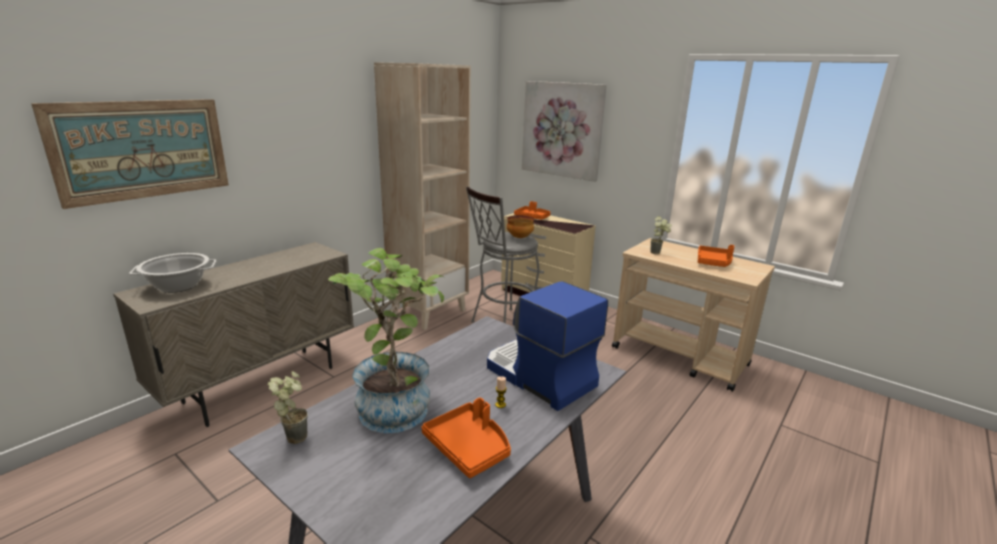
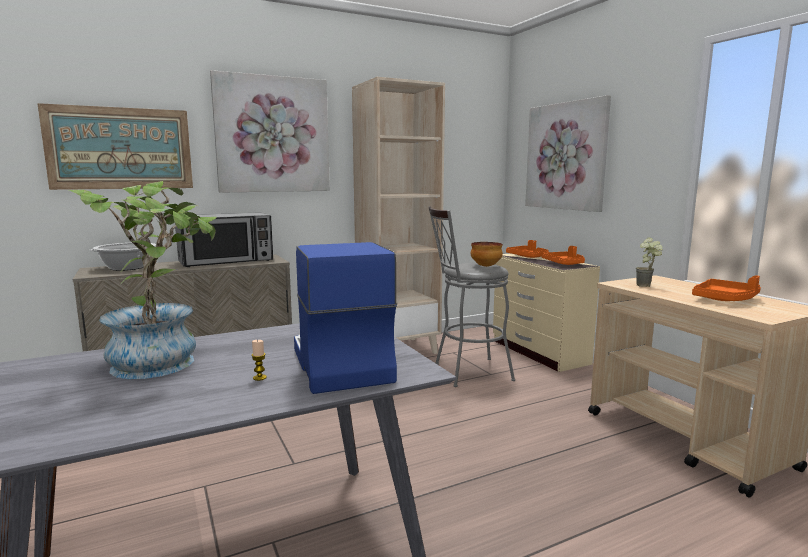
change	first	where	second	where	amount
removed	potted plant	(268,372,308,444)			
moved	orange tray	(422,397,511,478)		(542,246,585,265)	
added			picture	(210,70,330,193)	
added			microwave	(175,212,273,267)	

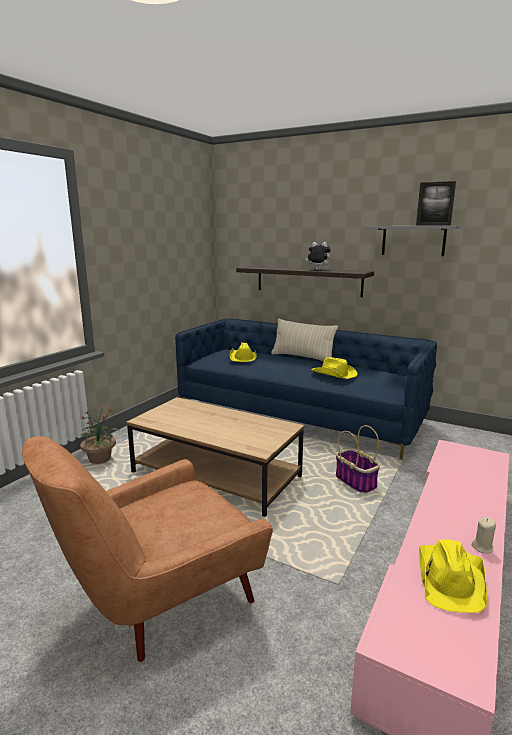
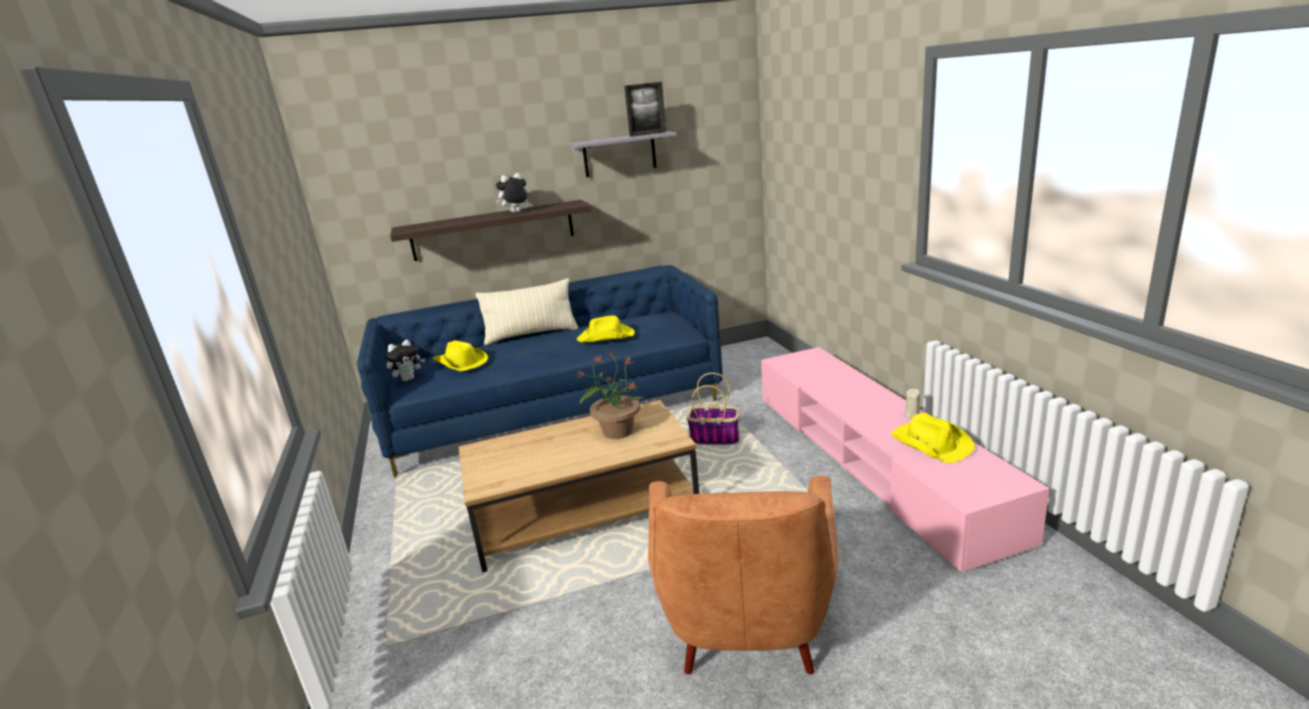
change	first	where	second	where	amount
moved	potted plant	(80,406,119,464)		(577,353,644,439)	
added			plush toy	(385,340,425,381)	

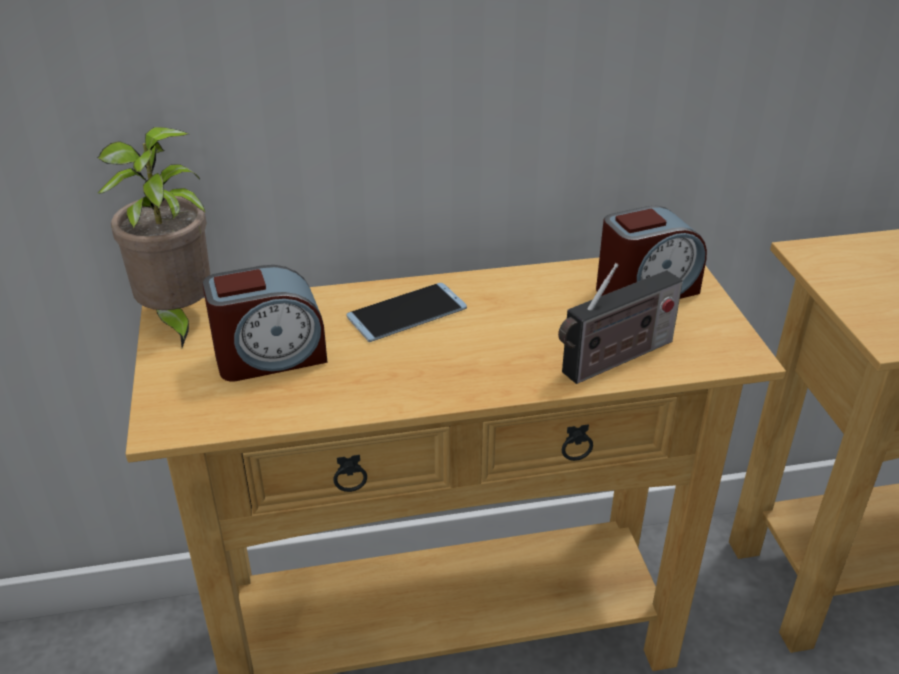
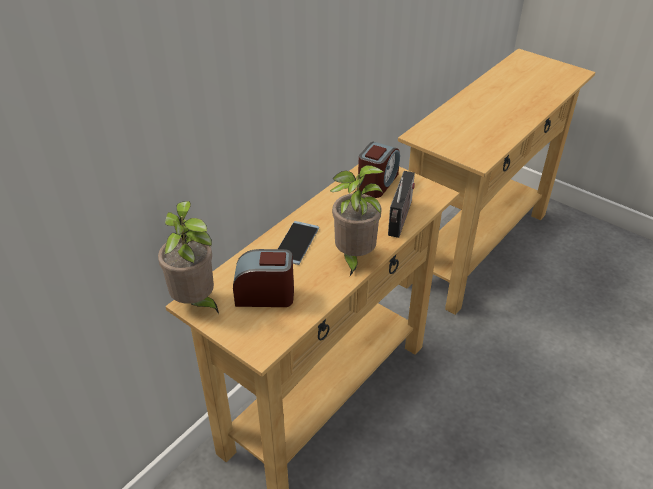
change	first	where	second	where	amount
turned	alarm clock	(202,265,327,382)		(233,249,294,307)	120 degrees counterclockwise
added			potted plant	(330,165,383,276)	

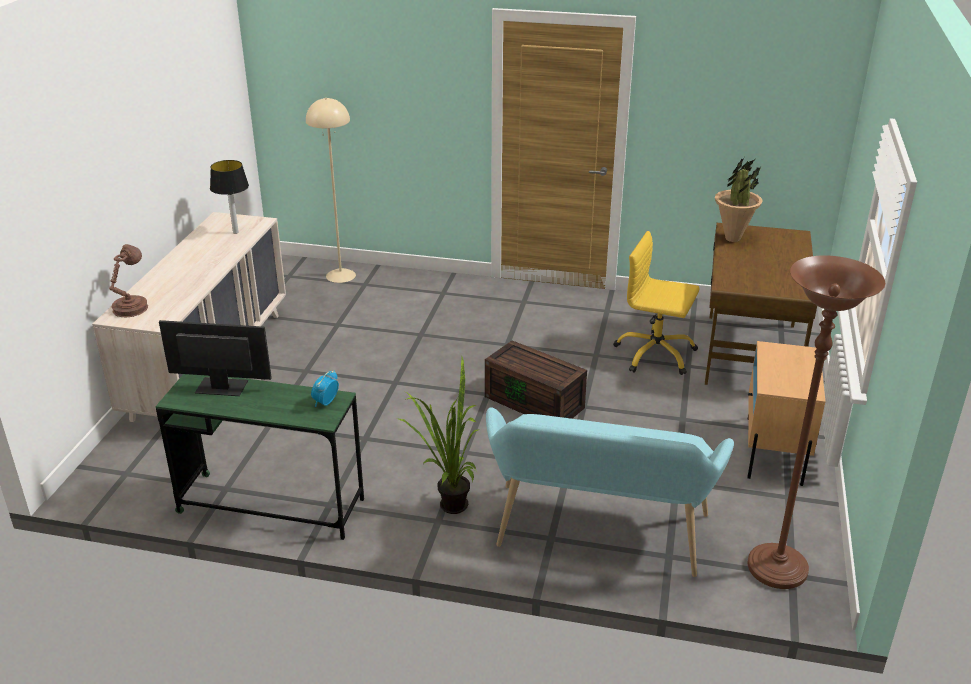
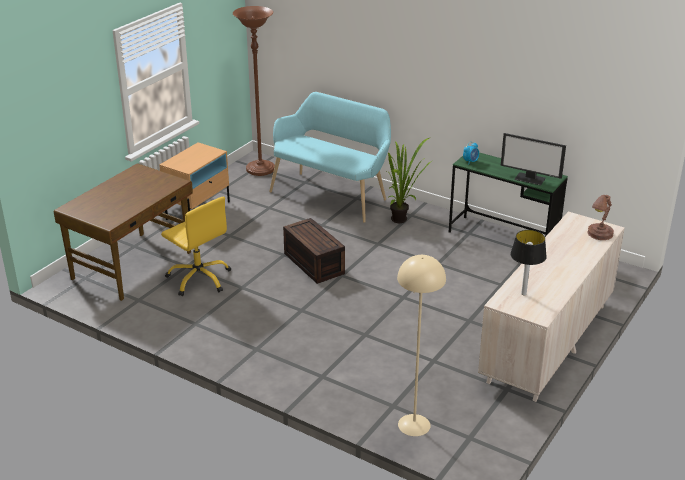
change	first	where	second	where	amount
removed	potted plant	(715,158,763,242)			

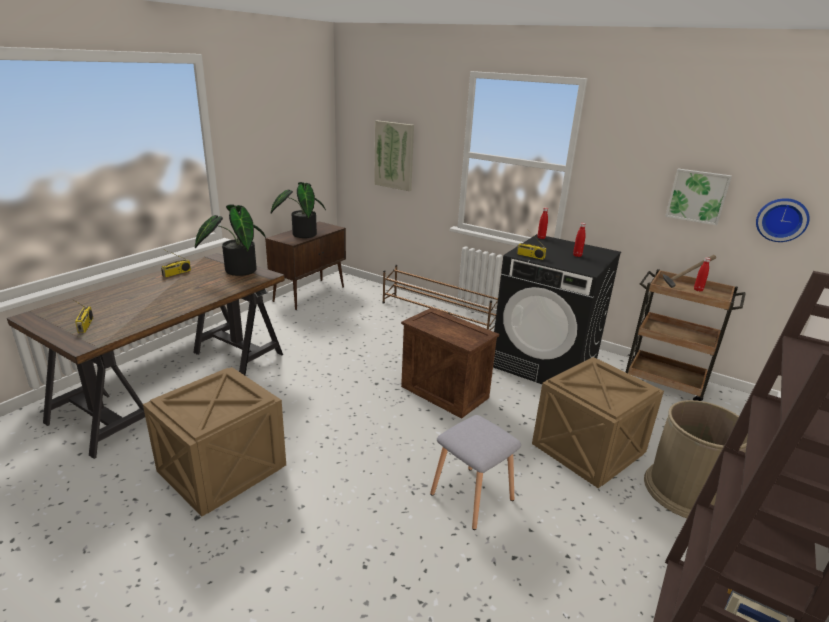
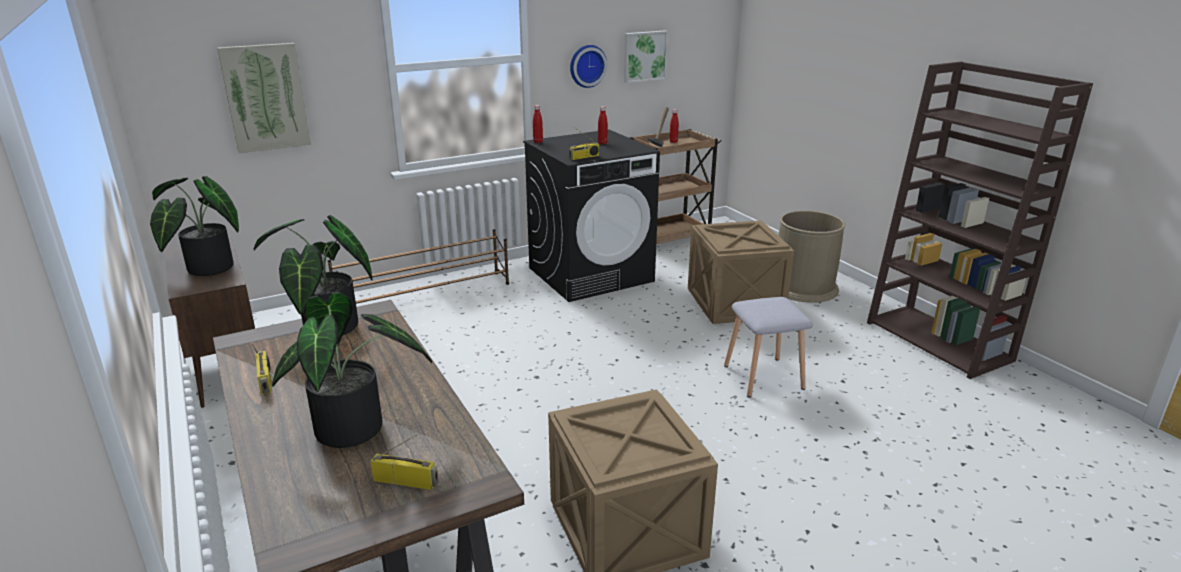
change	first	where	second	where	amount
moved	wall clock	(756,198,810,242)		(570,45,607,88)	
removed	crate	(401,308,499,419)			
added			potted plant	(272,292,432,448)	

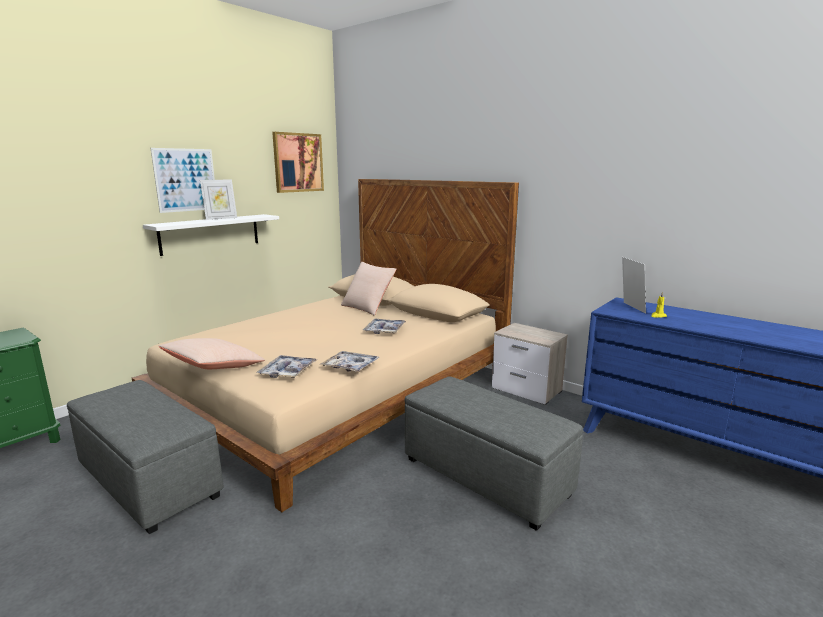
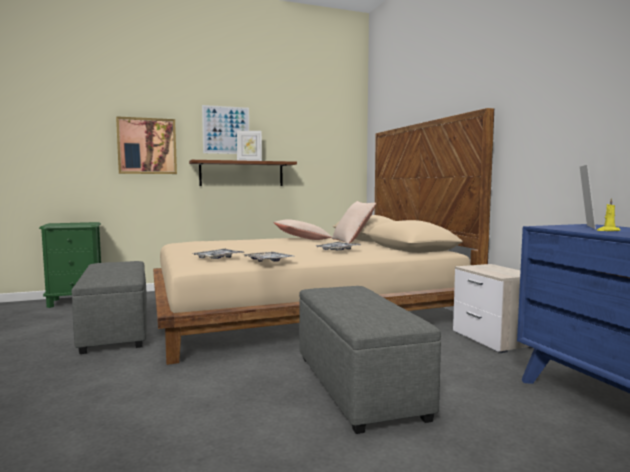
change	first	where	second	where	amount
moved	picture	(272,132,324,193)		(116,116,177,174)	
recoloured	white shelf	(143,214,279,256)	brown shelf	(189,160,297,186)	
moved	beige pillow	(158,338,265,369)		(273,219,332,240)	

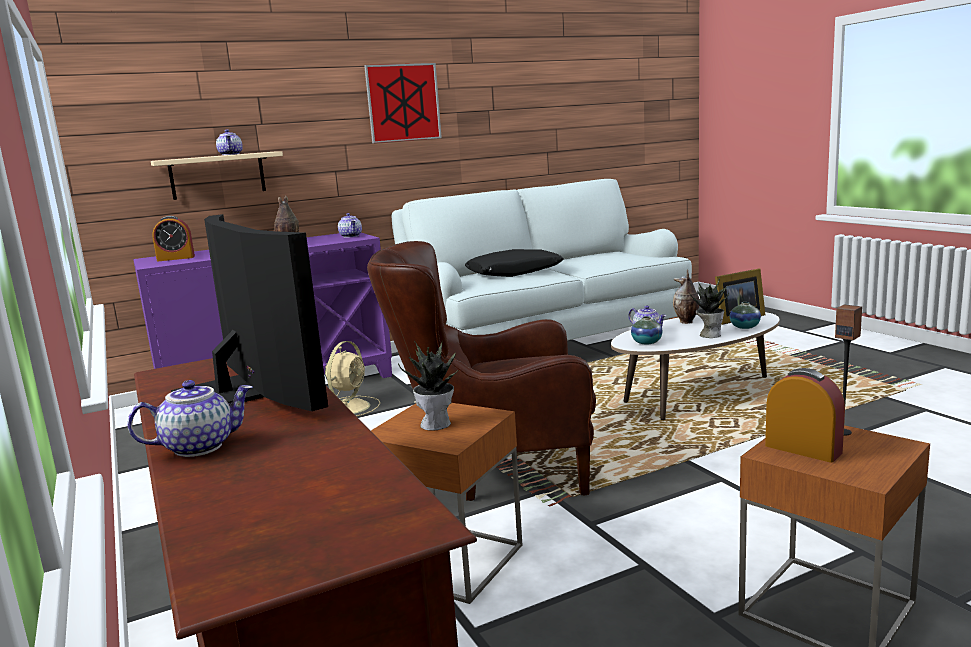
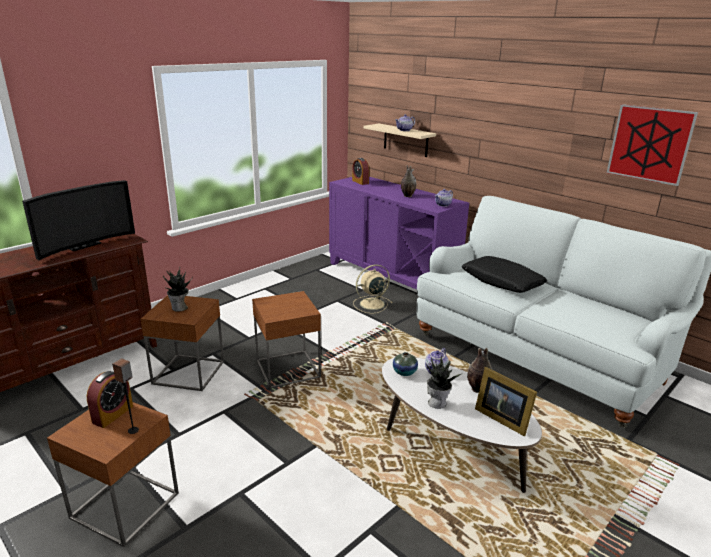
change	first	where	second	where	amount
moved	picture	(364,63,442,143)		(607,104,698,186)	
replaced	brown armchair	(367,241,596,501)	brown side table	(252,291,321,389)	
removed	vase	(730,302,761,329)			
turned	beige fan	(325,341,380,416)		(353,265,393,314)	150 degrees clockwise
removed	teapot	(127,380,253,457)			

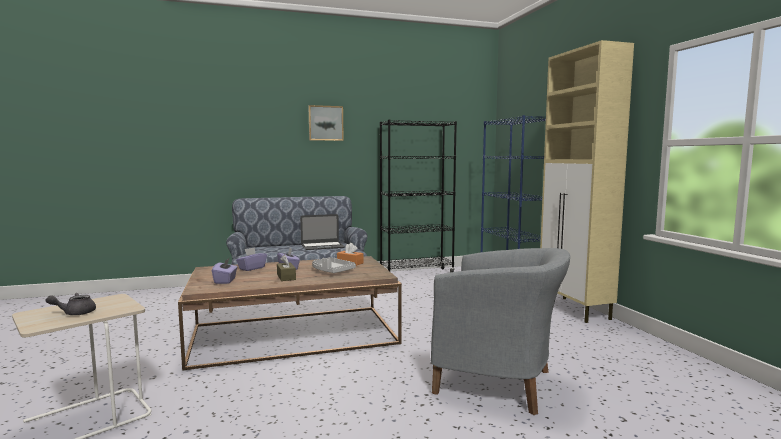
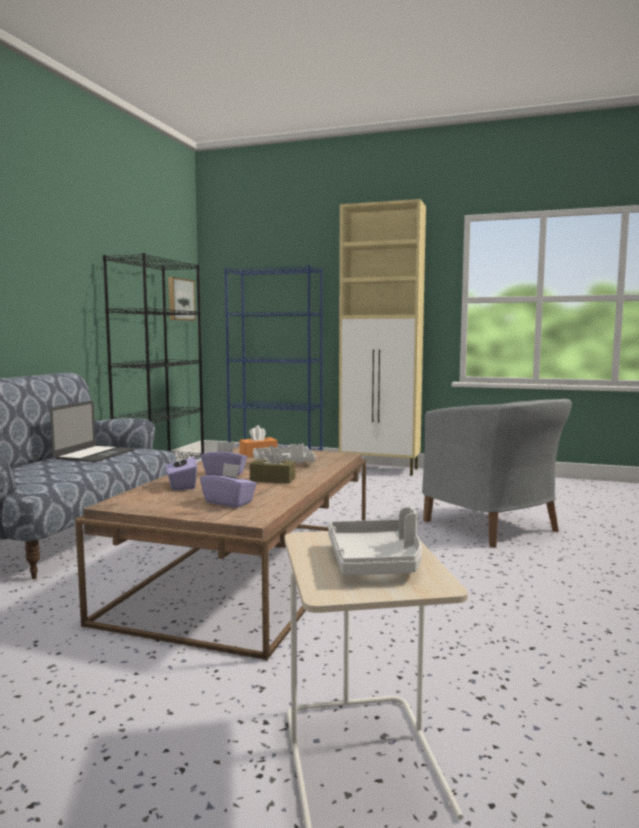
change	first	where	second	where	amount
moved	picture	(308,105,344,141)		(168,277,196,321)	
turned	grey armchair	(431,248,570,415)		(422,399,572,548)	90 degrees clockwise
replaced	grey teapot	(46,293,96,315)	grey tray	(328,507,422,575)	

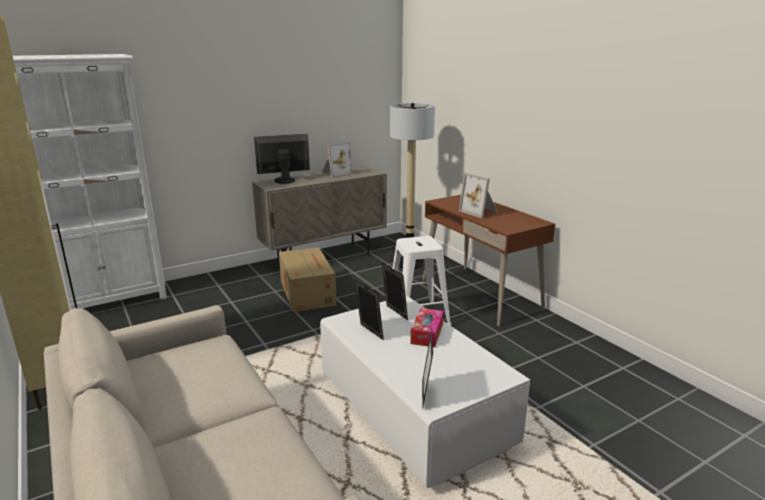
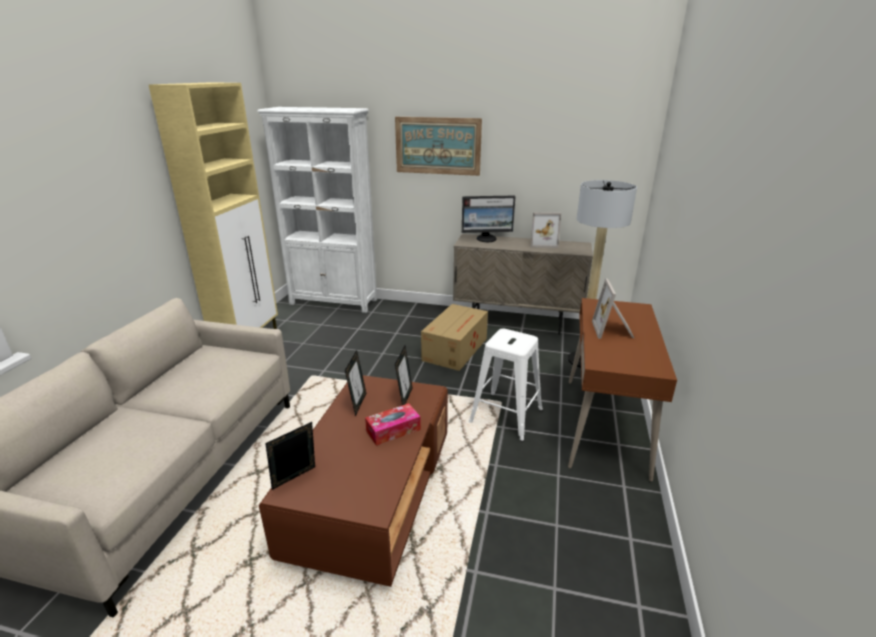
change	first	where	second	where	amount
turned	monitor	(254,134,310,184)		(462,195,516,242)	150 degrees clockwise
recoloured	white coffee table	(320,296,530,488)	brown coffee table	(259,375,448,587)	
added			picture	(395,117,482,176)	

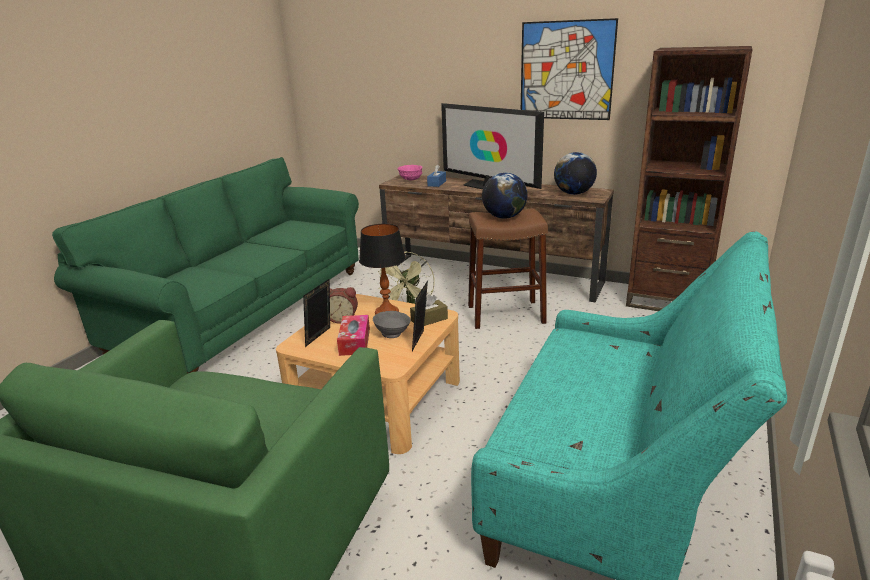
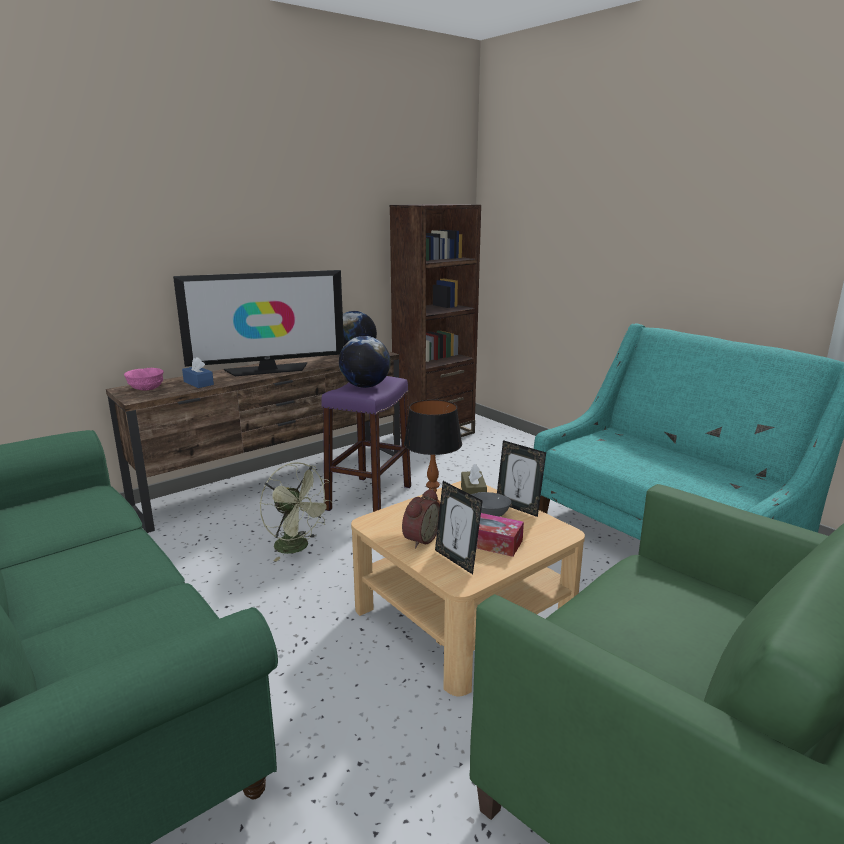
change	first	where	second	where	amount
removed	picture	(521,18,618,120)			
recoloured	brown stool	(468,208,548,329)	purple stool	(321,376,411,512)	

